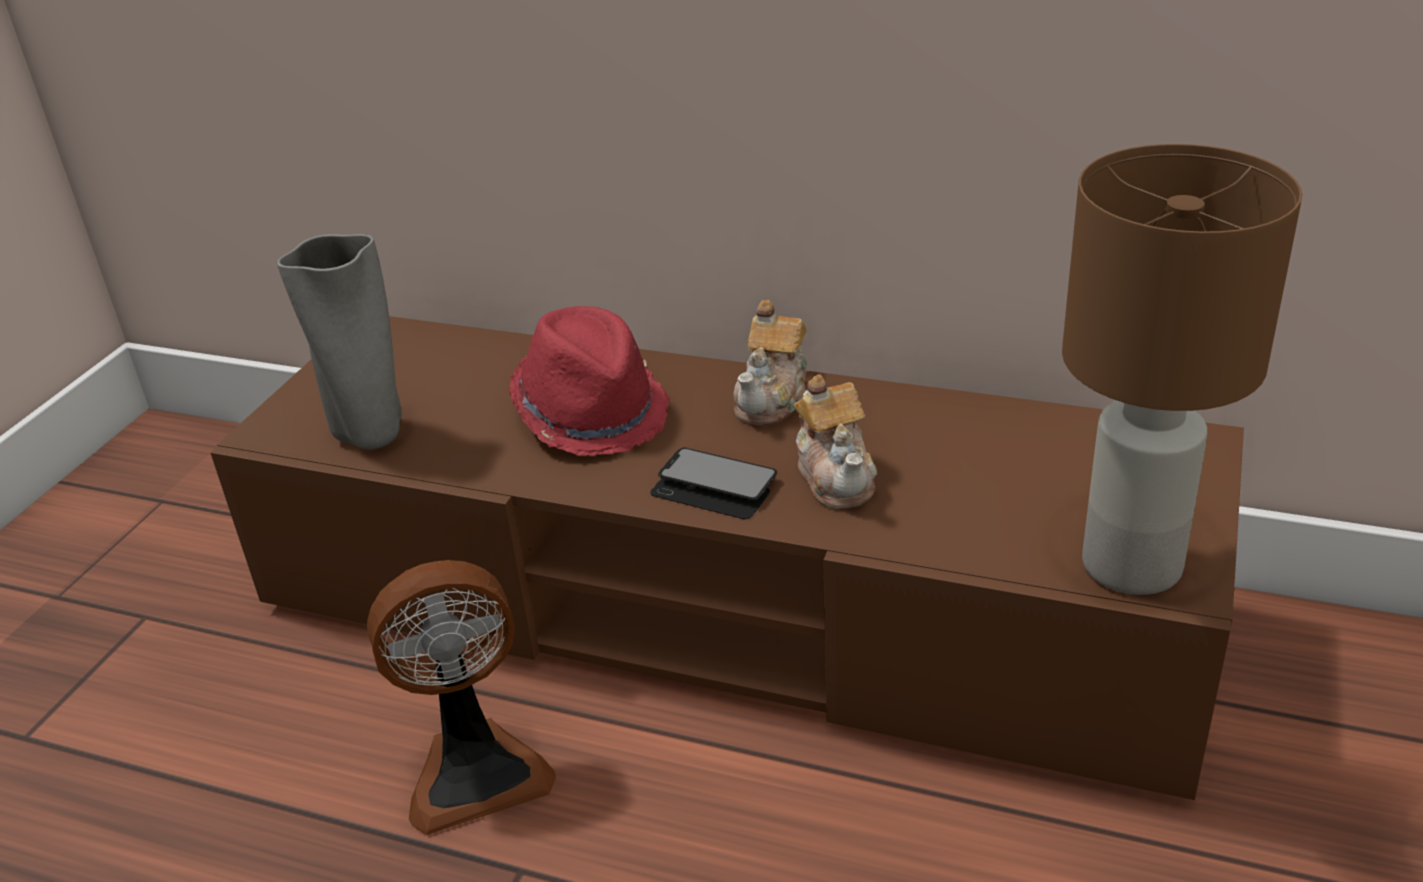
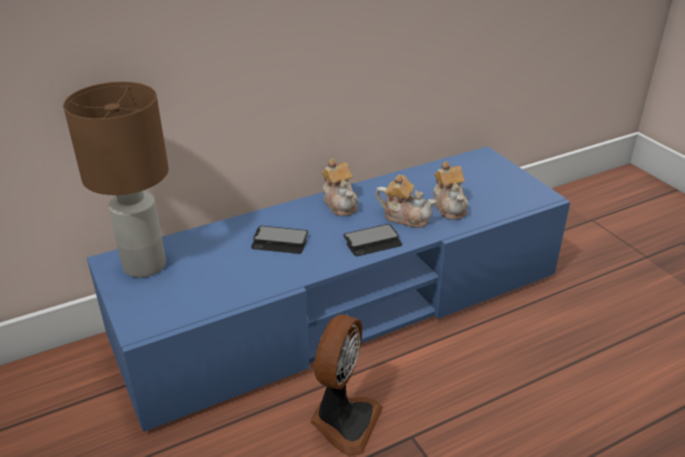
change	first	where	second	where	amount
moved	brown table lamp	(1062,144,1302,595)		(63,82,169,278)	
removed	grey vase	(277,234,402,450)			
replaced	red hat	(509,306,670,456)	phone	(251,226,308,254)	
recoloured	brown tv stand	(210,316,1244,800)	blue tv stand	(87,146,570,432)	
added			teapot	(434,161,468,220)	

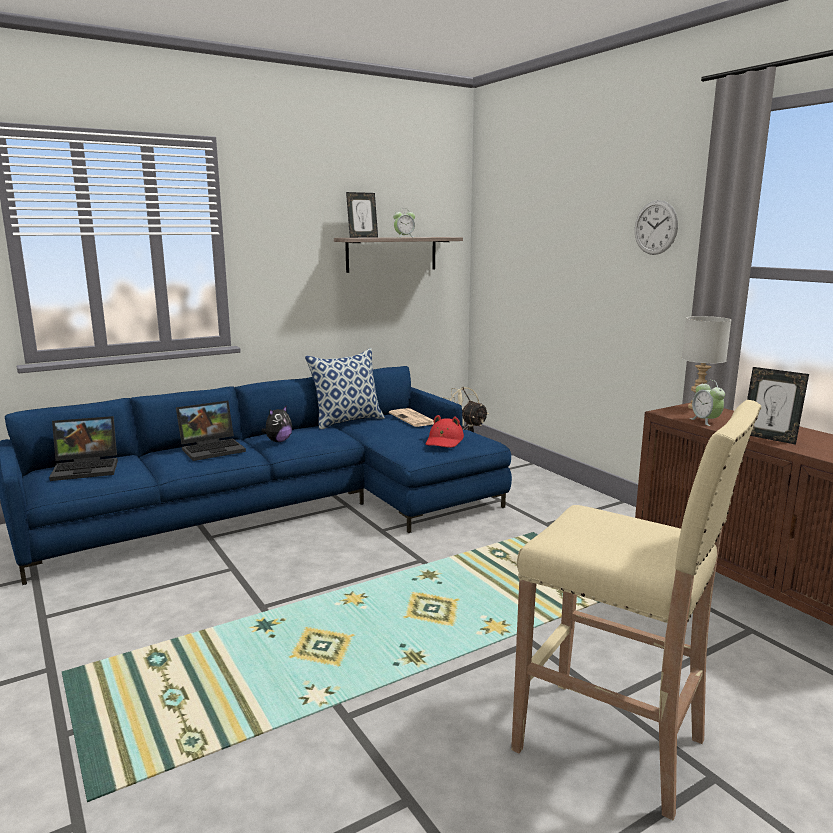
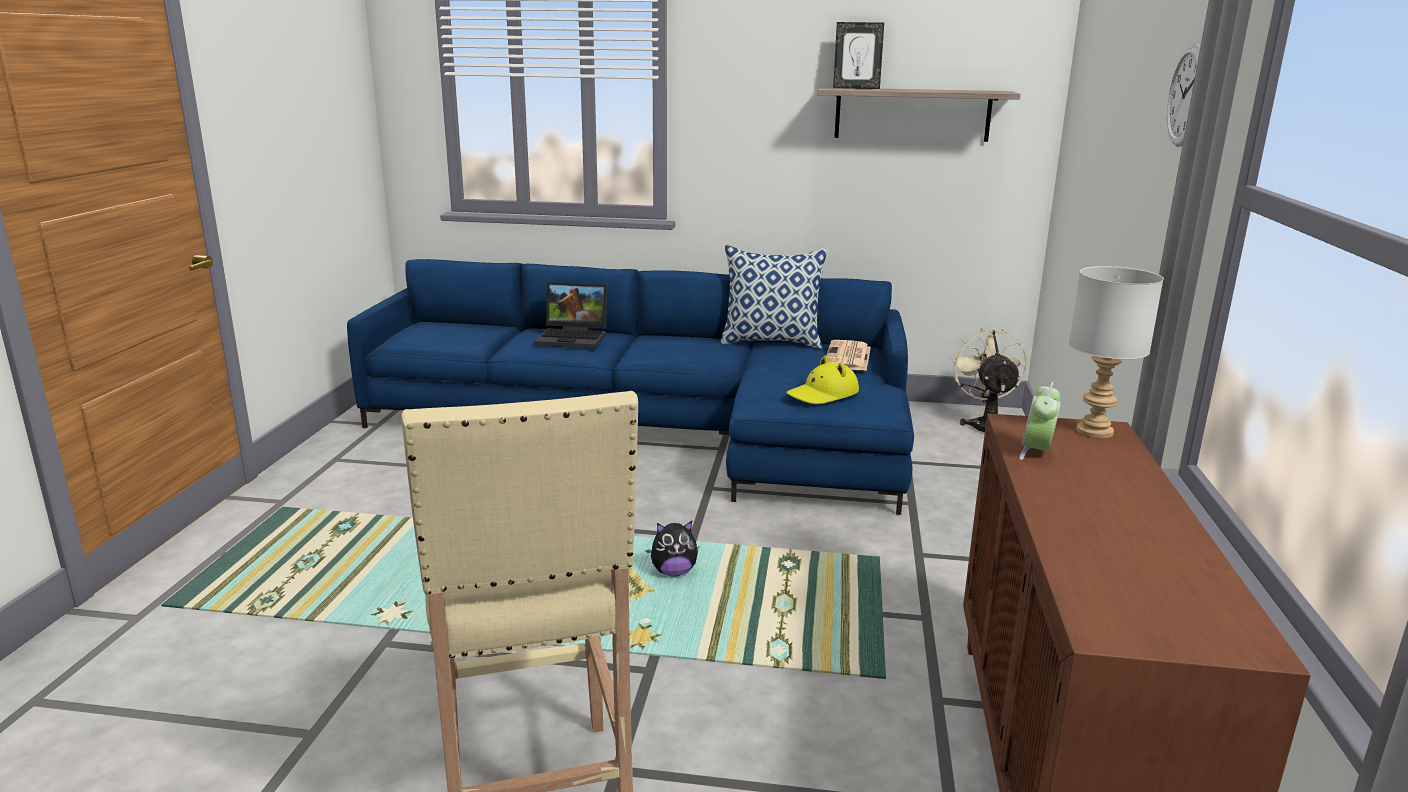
change	first	where	second	where	amount
removed	alarm clock	(393,208,415,237)			
removed	picture frame	(747,367,809,445)			
moved	plush toy	(261,405,292,442)		(651,521,699,576)	
recoloured	red hat	(426,415,464,448)	yellow hat	(786,355,859,404)	
removed	laptop	(49,416,118,481)			

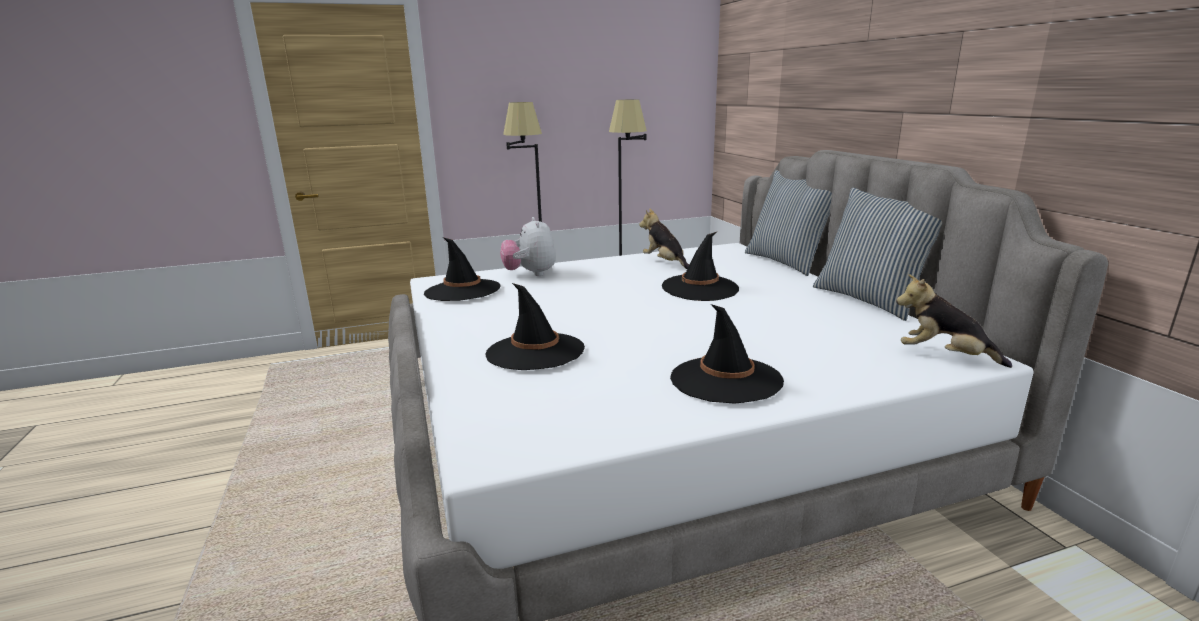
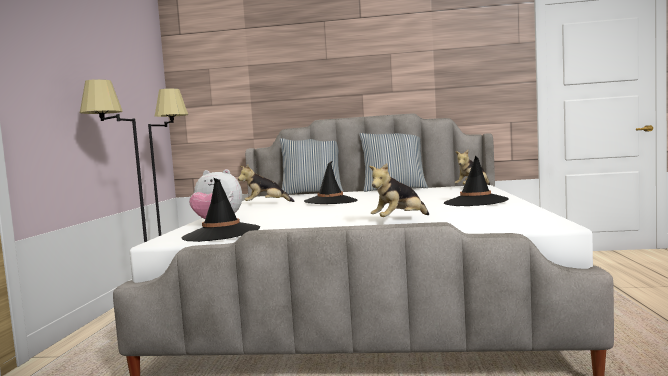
change	first	where	second	where	amount
replaced	black hat	(485,283,585,370)	plush toy	(369,163,429,217)	

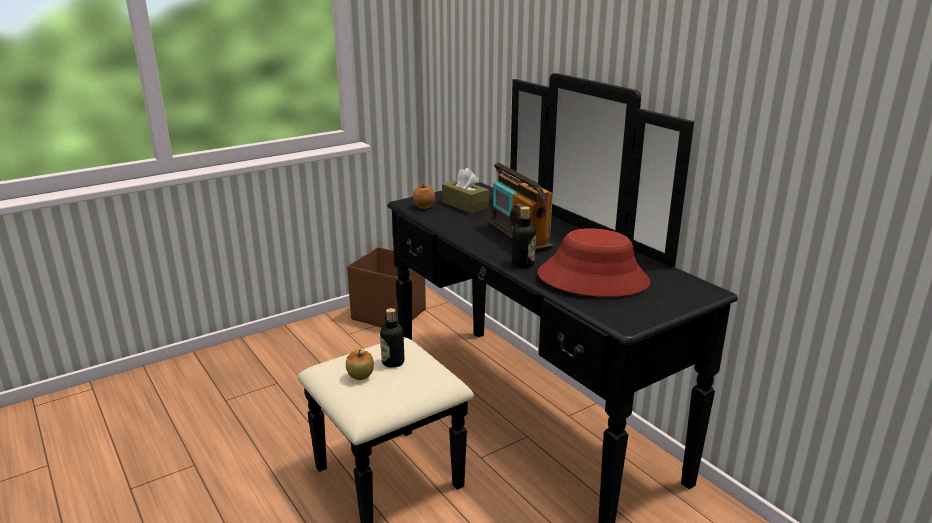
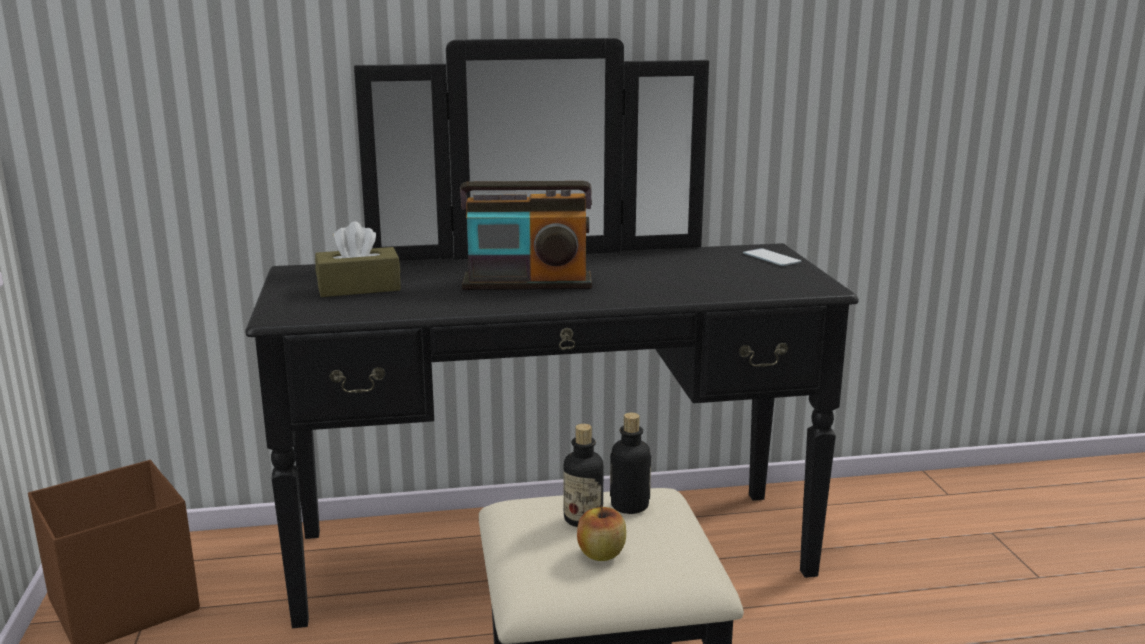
change	first	where	second	where	amount
removed	apple	(413,184,435,209)			
moved	bottle	(512,206,536,268)		(610,413,651,514)	
removed	red hat	(538,228,650,297)			
added			phone	(743,248,802,266)	

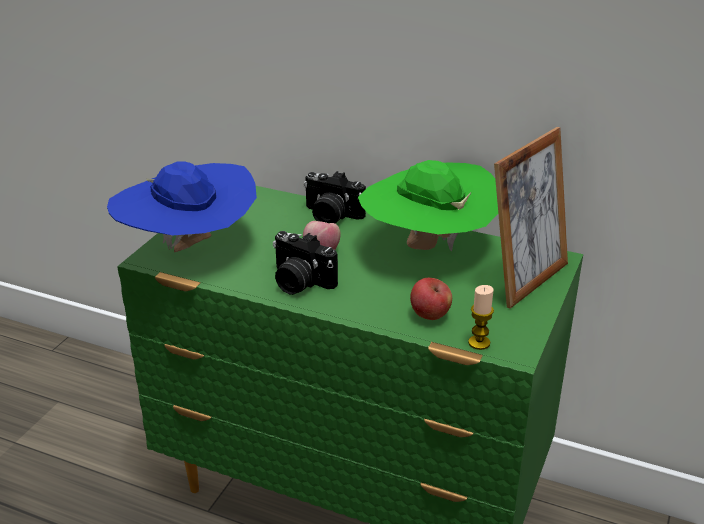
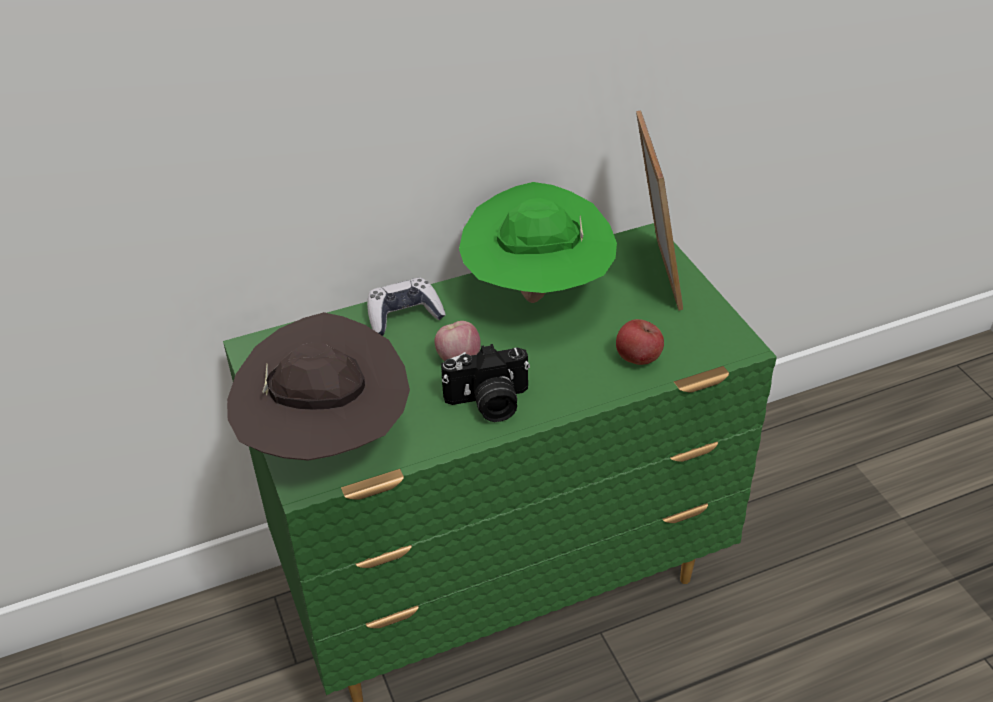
change	first	where	second	where	amount
recoloured	blue hat	(107,161,257,252)	brown hat	(227,312,410,461)	
replaced	photo camera	(304,171,366,223)	game controller	(367,278,446,336)	
removed	candle	(468,285,494,350)			

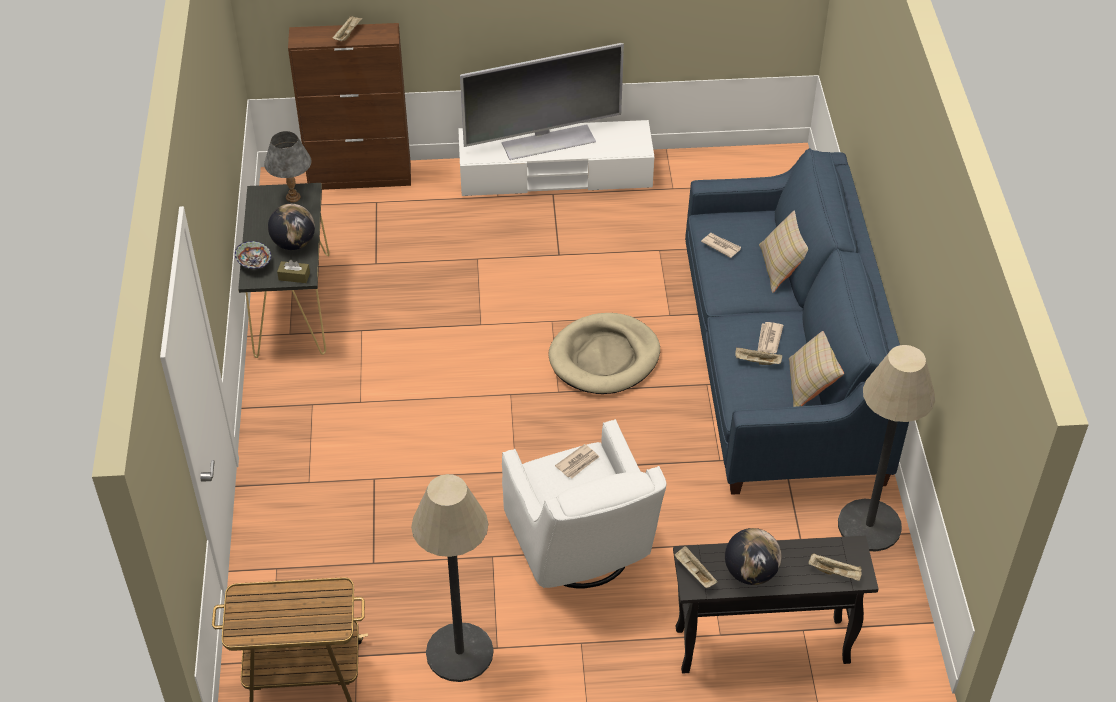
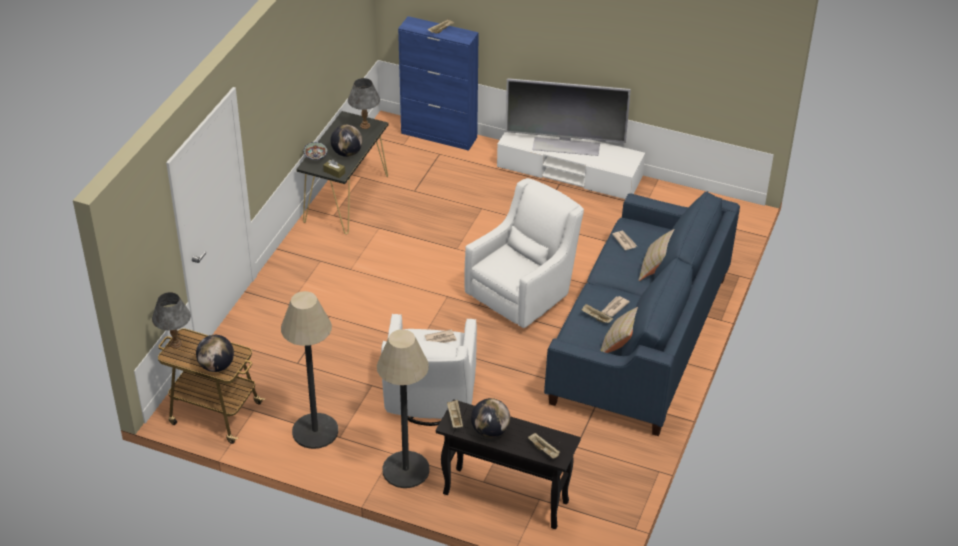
change	first	where	second	where	amount
recoloured	brown cabinet	(288,23,411,190)	blue cabinet	(398,16,479,151)	
replaced	beige dog bed	(549,313,660,394)	white armchair	(464,178,584,328)	
moved	floor lamp	(838,345,935,551)		(377,329,430,488)	
added			grey table lamp	(152,292,191,349)	
added			globe	(196,335,234,372)	

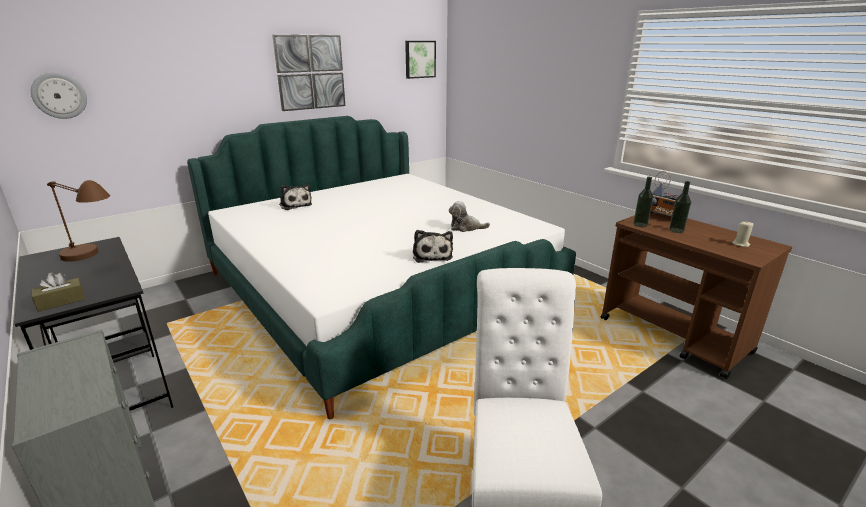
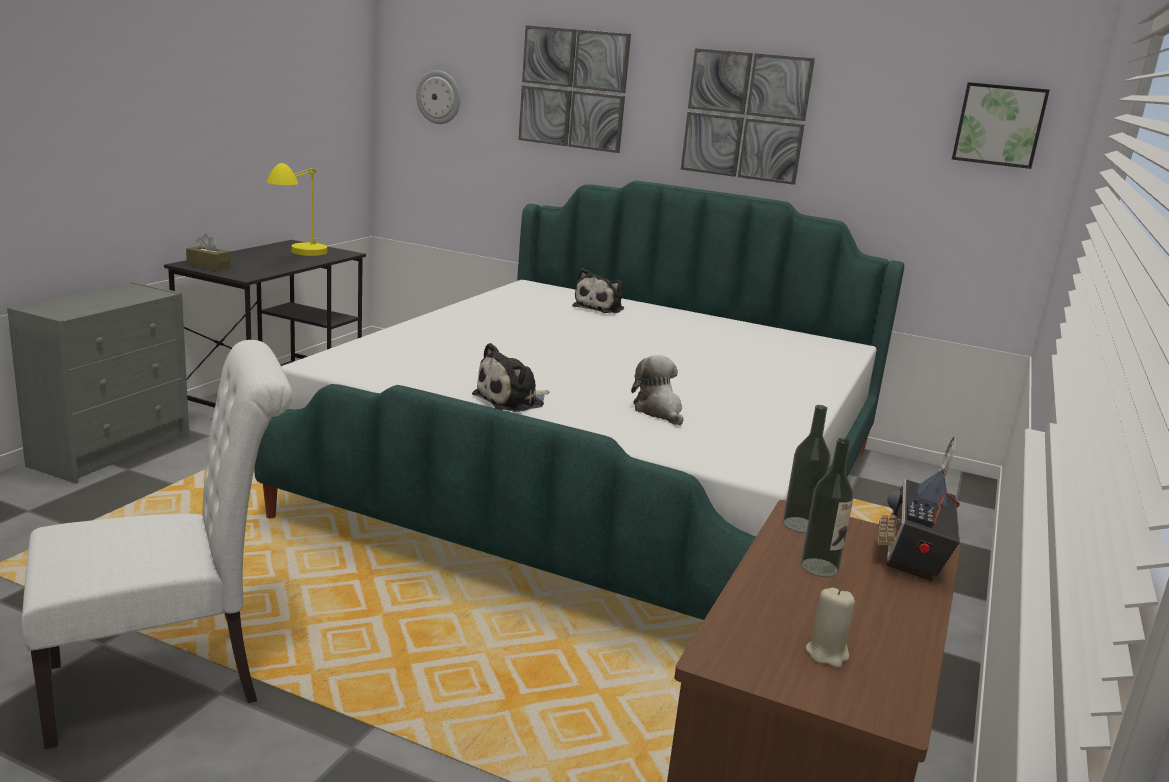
change	first	where	second	where	amount
recoloured	brown table lamp	(47,180,110,262)	yellow table lamp	(267,163,327,256)	
added			picture	(518,25,631,153)	

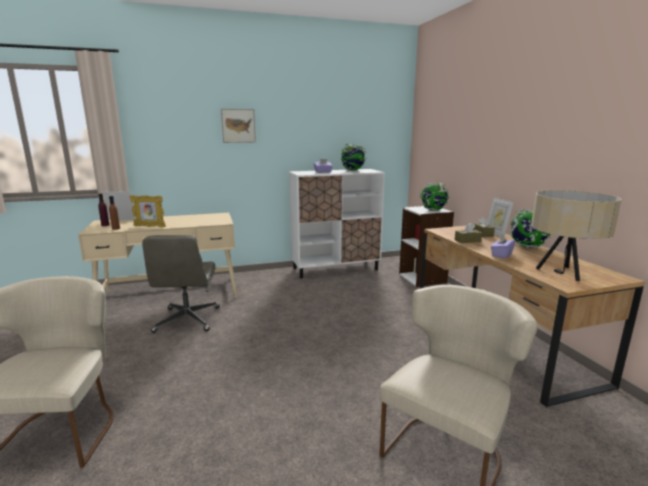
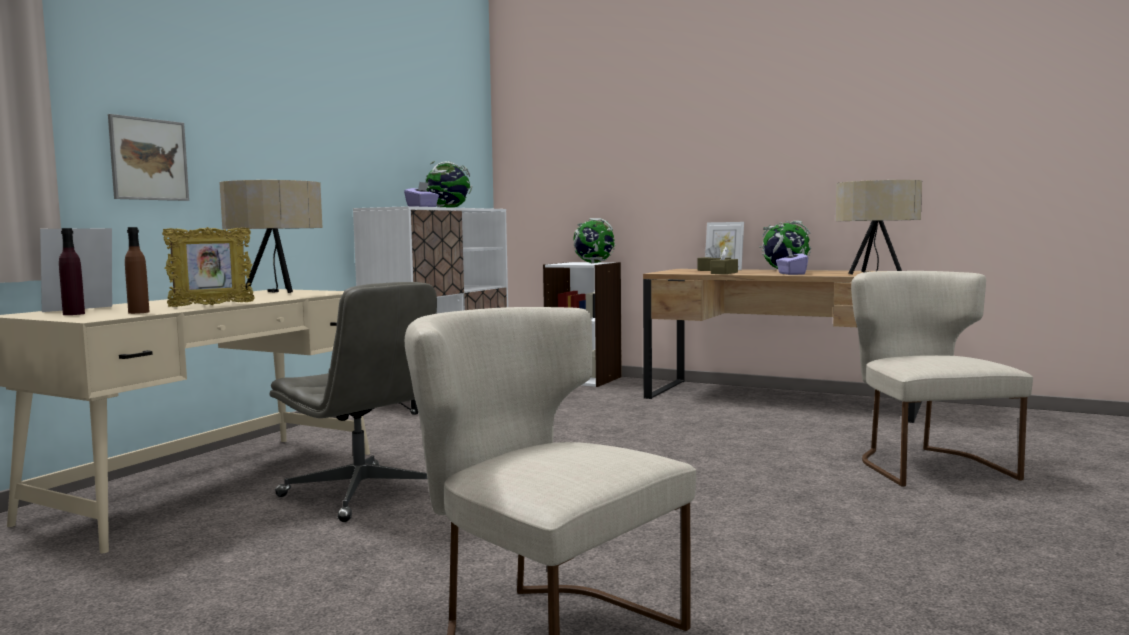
change	first	where	second	where	amount
moved	picture	(221,109,256,143)		(108,114,189,201)	
added			beige table lamp	(219,180,322,293)	

